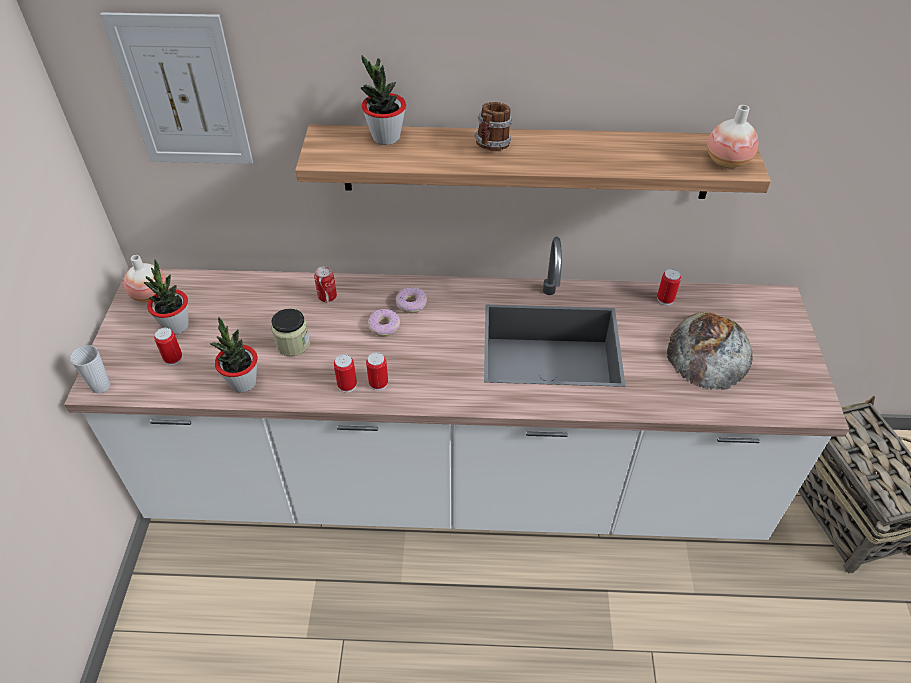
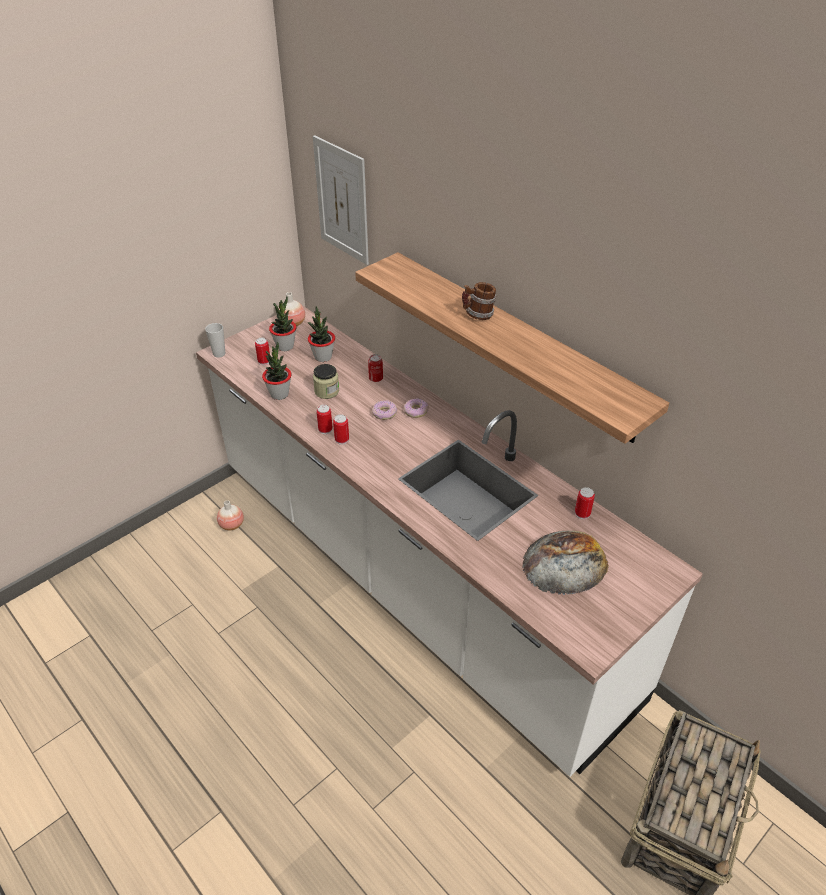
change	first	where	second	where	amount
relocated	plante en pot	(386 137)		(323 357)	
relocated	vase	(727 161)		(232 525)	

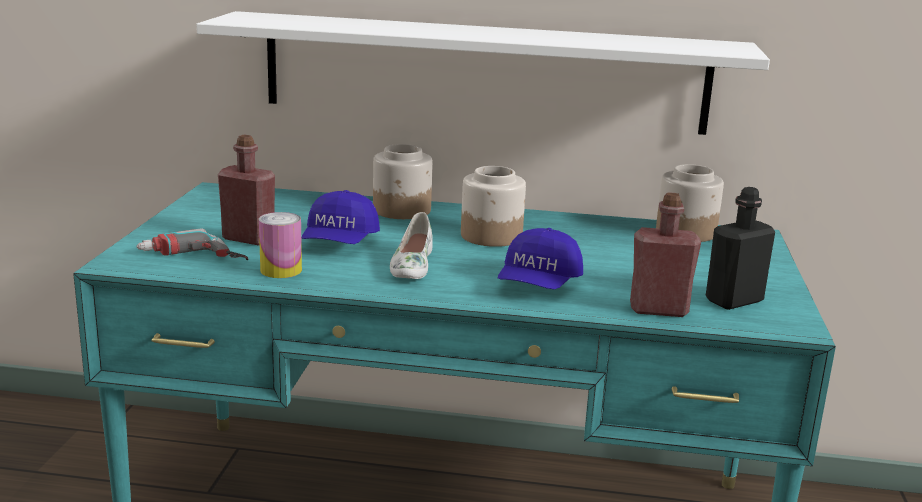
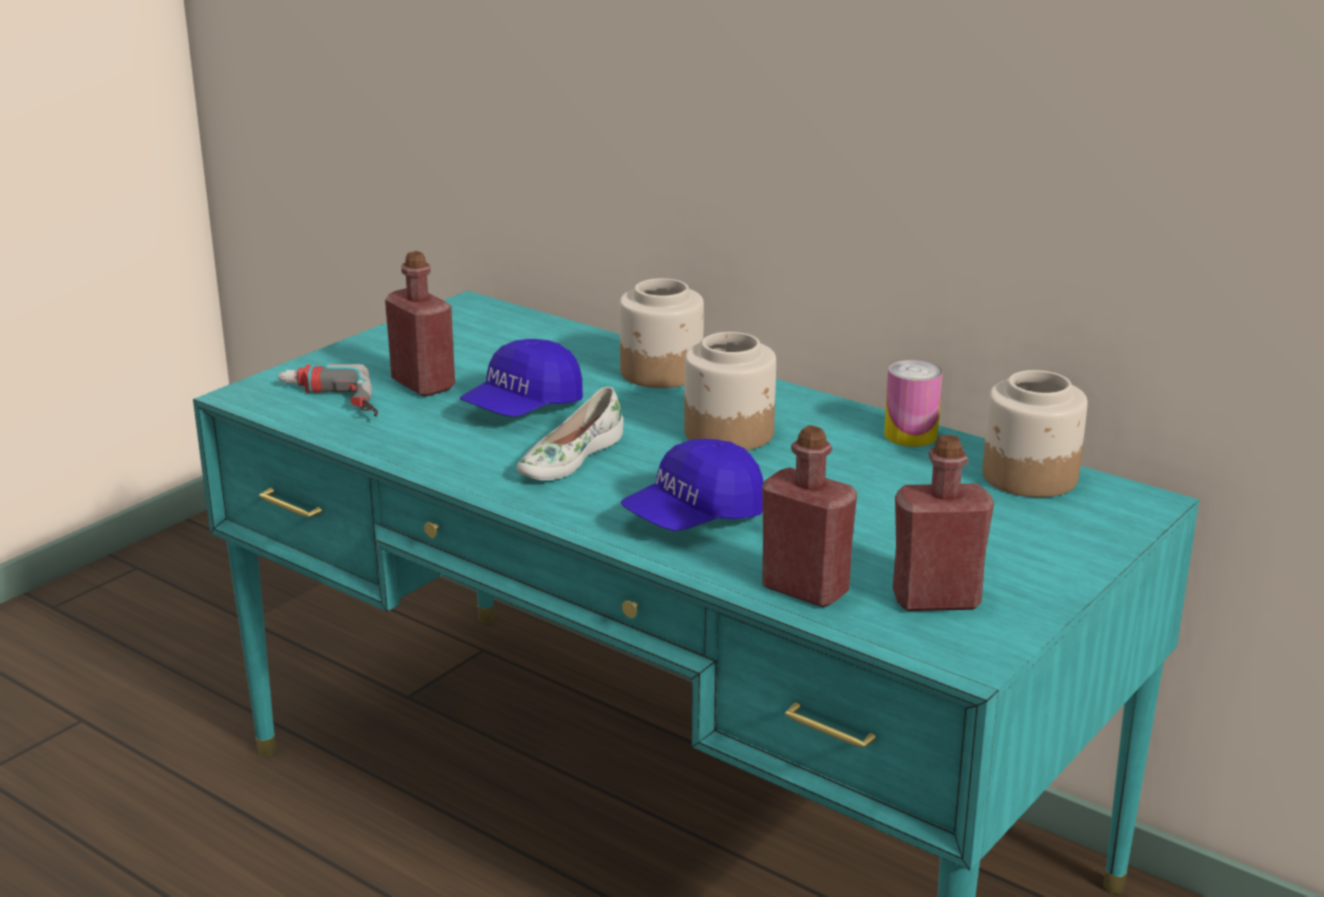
change	first	where	second	where	amount
missing	étagère [blanc]	(484 72)			
colour	bouteille [noir]	(734 301)	bouteille [rouge]	(936 600)	
relocated	boîte métallique	(281 270)		(910 435)	

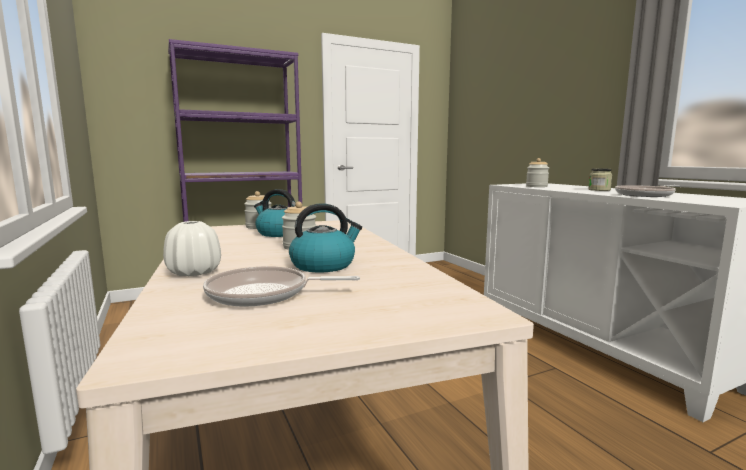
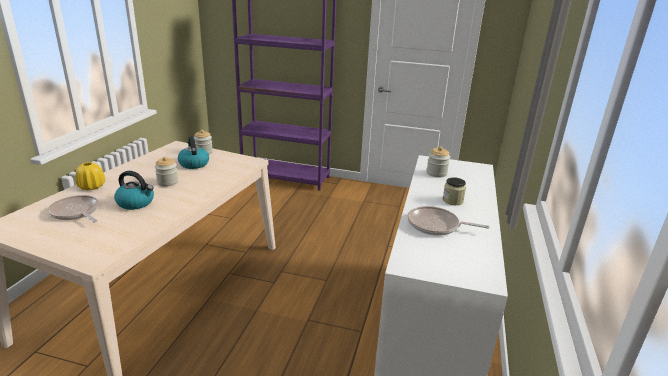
change	first	where	second	where	amount
colour	vase [blanc]	(194 272)	vase [jaune]	(92 187)	

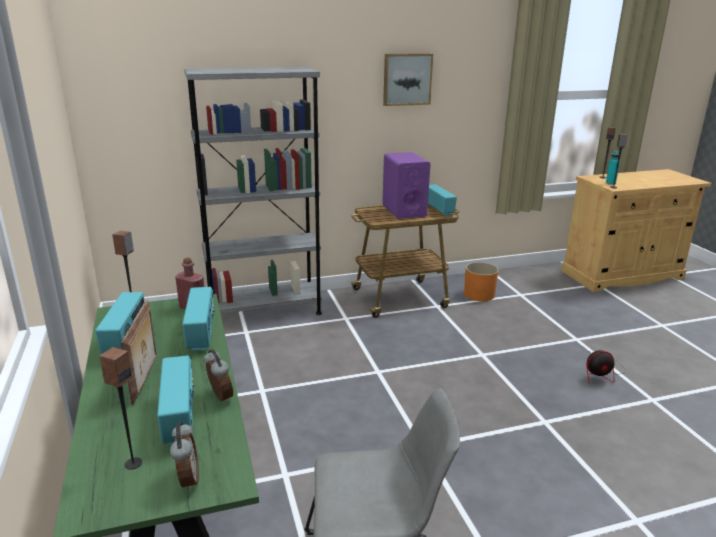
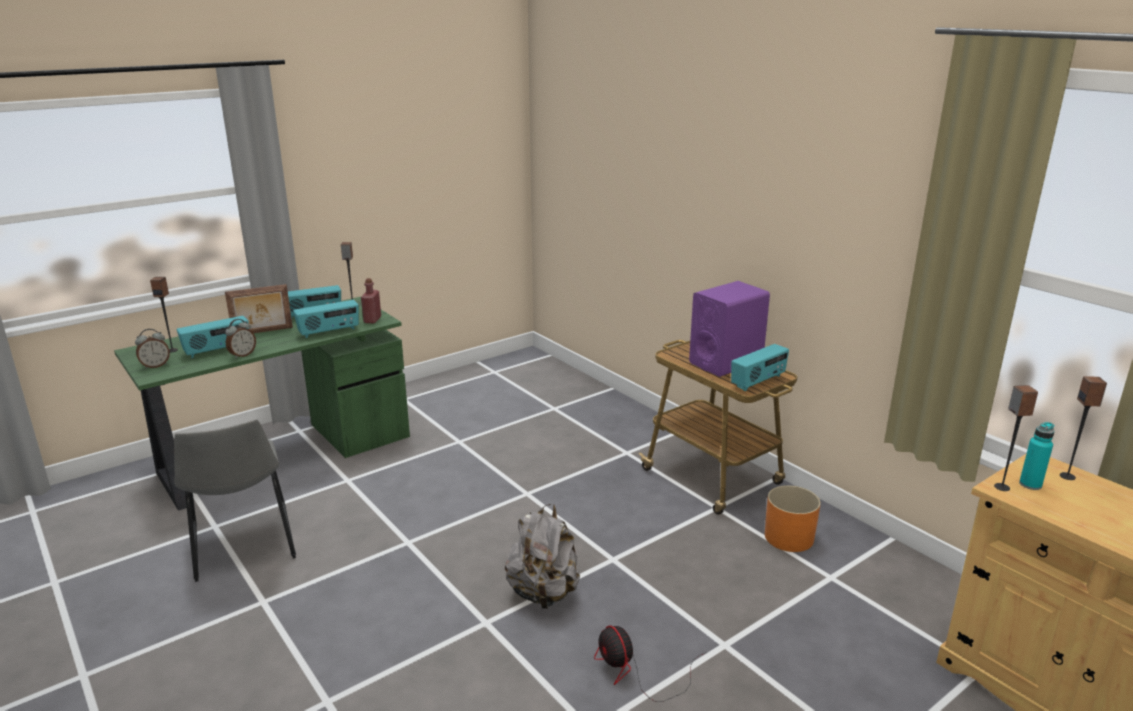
change	first	where	second	where	amount
missing	tableau	(407 79)			
missing	bibliothèque [gris]	(264 310)			
appeared			sac à dos [gris]	(544 593)	

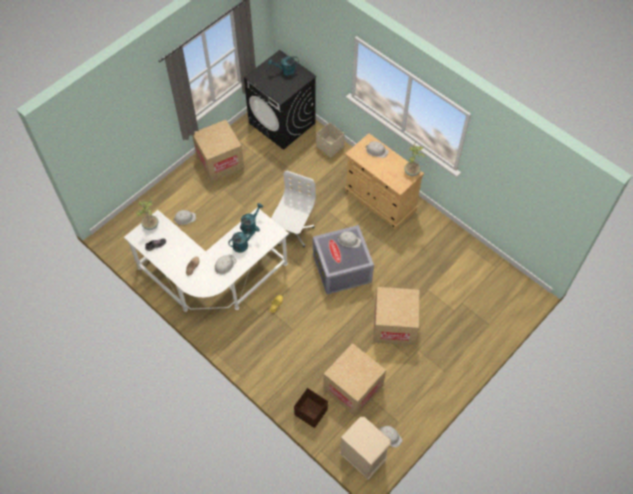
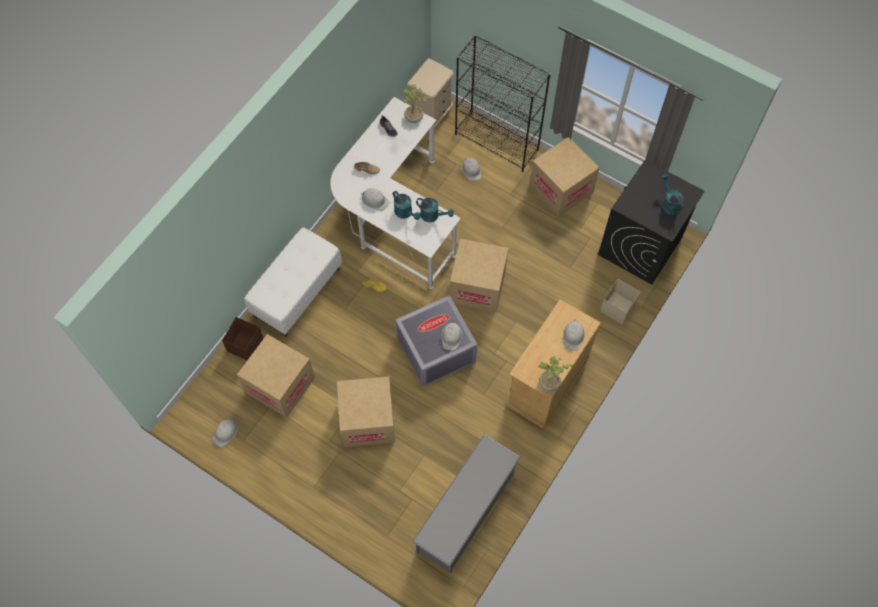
change	first	where	second	where	amount
exchanged	chaise de bureau [blanc]	(292 231)	carton	(477 286)	
relocated	table de chevet [beige]	(363 457)		(431 114)	
appeared			bibliothèque [noir]	(497 142)	
appeared			banc [blanc]	(297 292)	
appeared			étagère à chaussures [gris]	(466 513)	

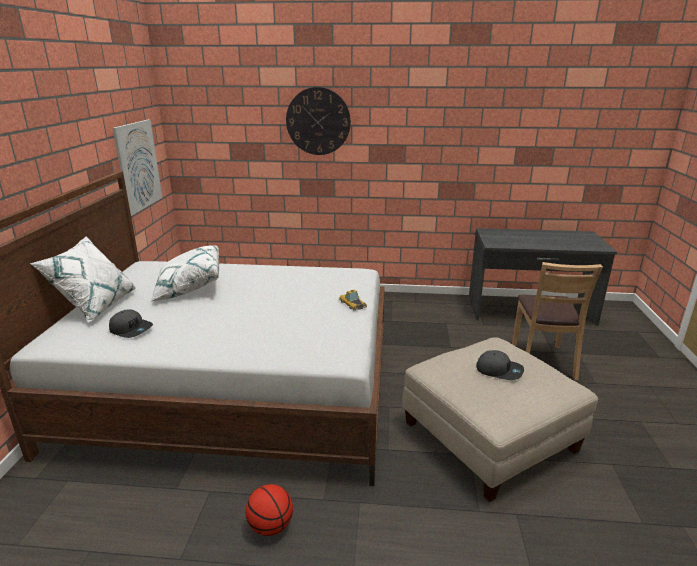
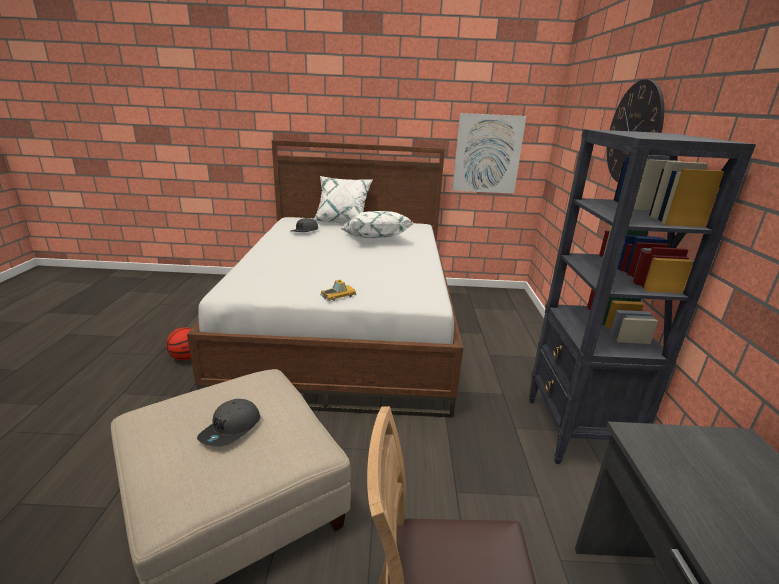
change	first	where	second	where	amount
appeared			bibliothèque [noir]	(576 431)	

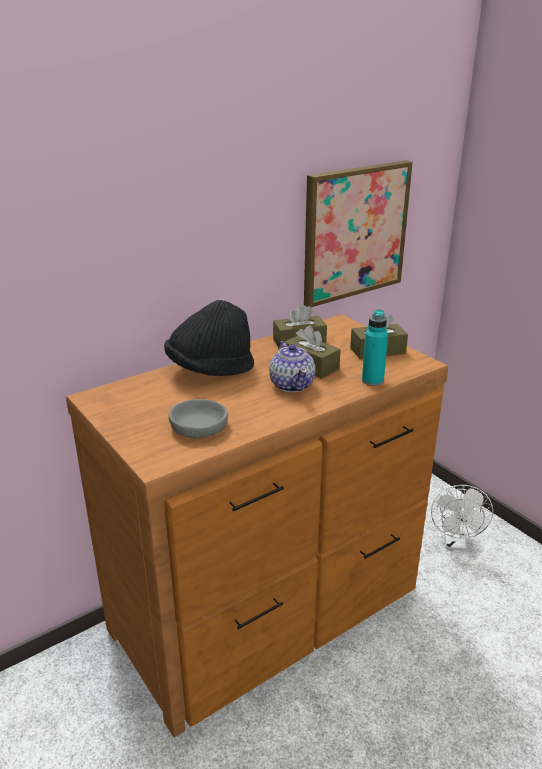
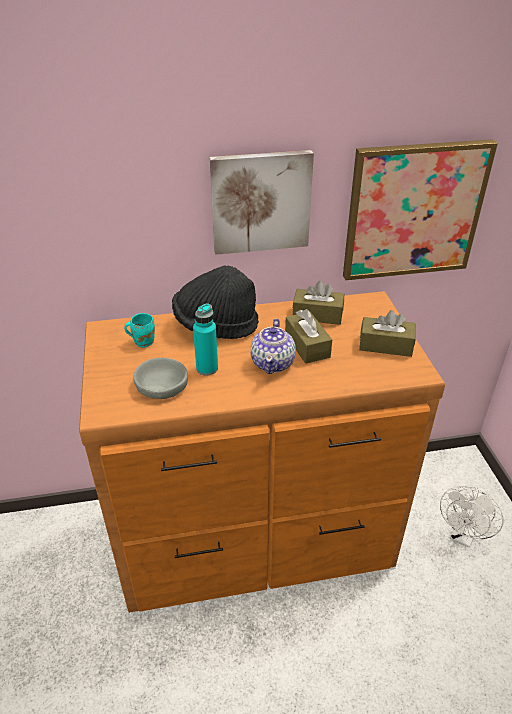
change	first	where	second	where	amount
relocated	bouteille [turquoise]	(372 380)		(207 368)	
appeared			tableau	(260 202)	
appeared			mug [turquoise]	(143 341)	

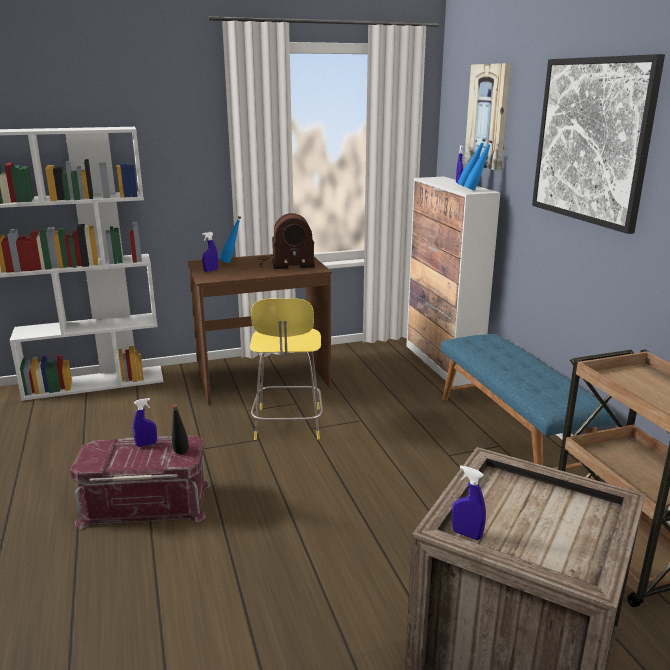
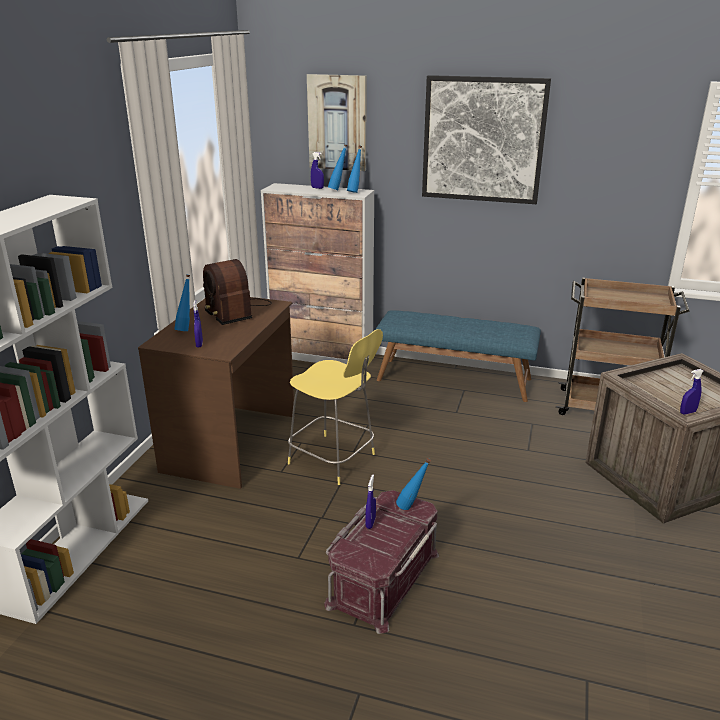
change	first	where	second	where	amount
spun	radio	(285 263)		(235 310)	120 degrees clockwise
colour	bouteille [noir]	(181 455)	bouteille [bleu]	(412 508)	

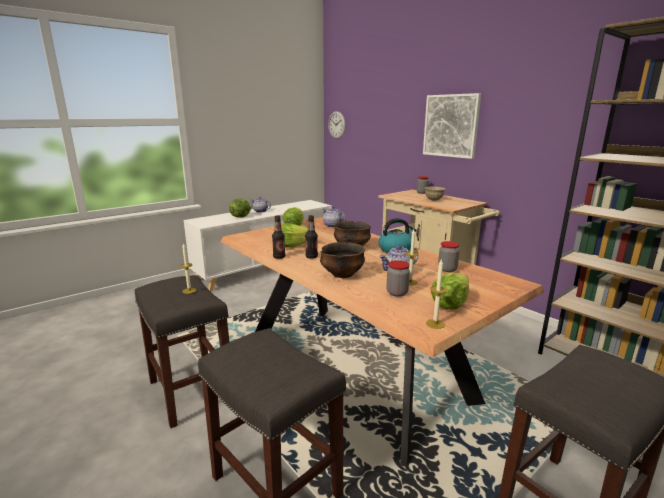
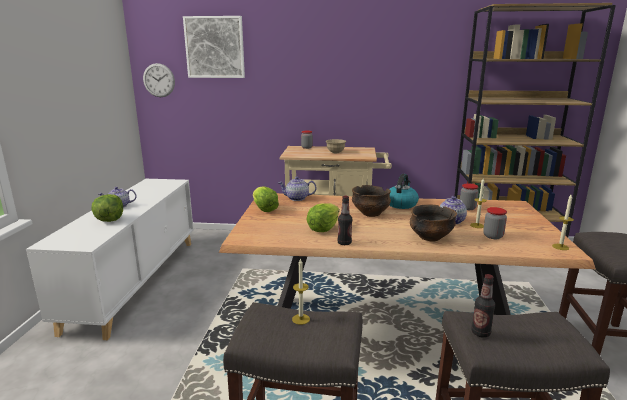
change	first	where	second	where	amount
relocated	tableau	(451 126)		(215 47)	
relocated	bouteille	(311 257)		(480 333)	
missing	laitue	(450 304)			

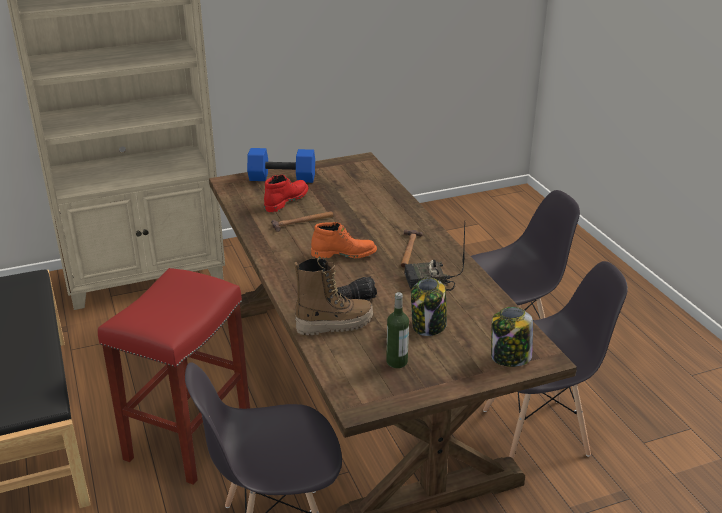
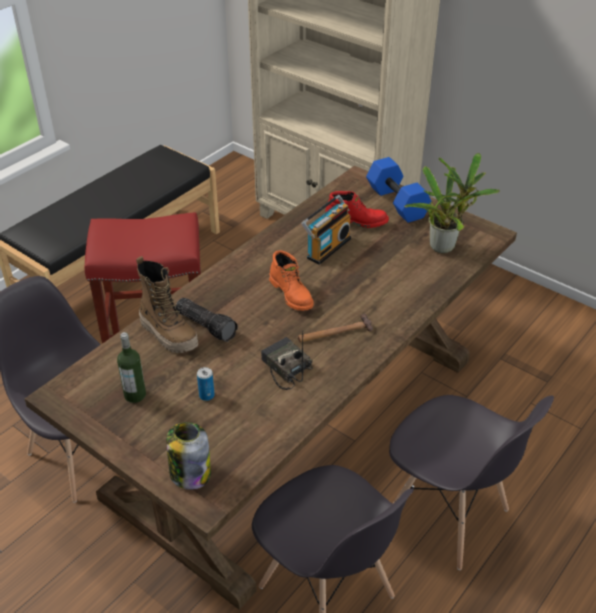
change	first	where	second	where	amount
exchanged	marteau	(303 222)	radio	(326 247)	
exchanged	bocal	(428 326)	boîte métallique	(206 395)	
appeared			plante en pot	(445 246)	

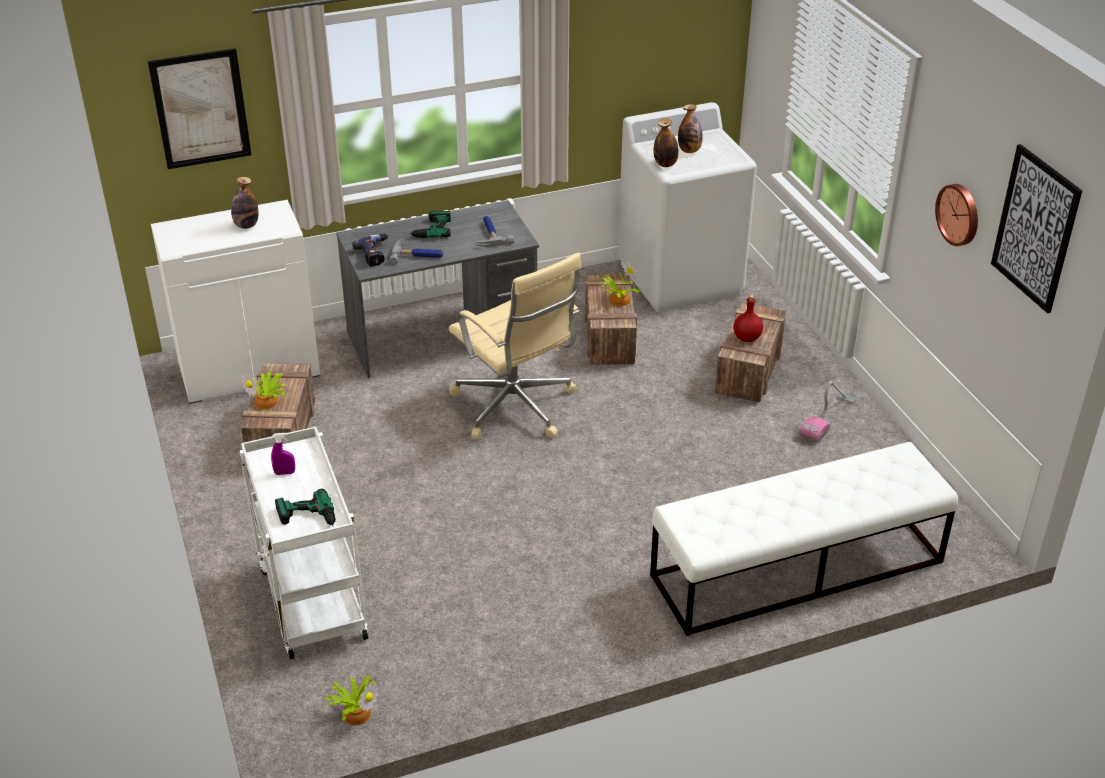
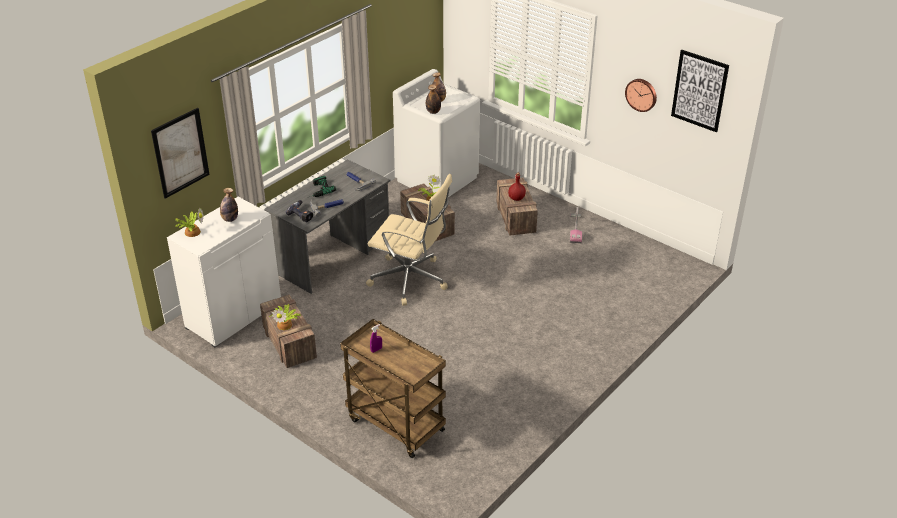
change	first	where	second	where	amount
colour	chariot [blanc]	(310 601)	chariot [marron]	(394 424)	
missing	banc [blanc]	(796 569)			
missing	perceuse	(309 520)			
relocated	plante en pot	(356 712)		(192 232)	

